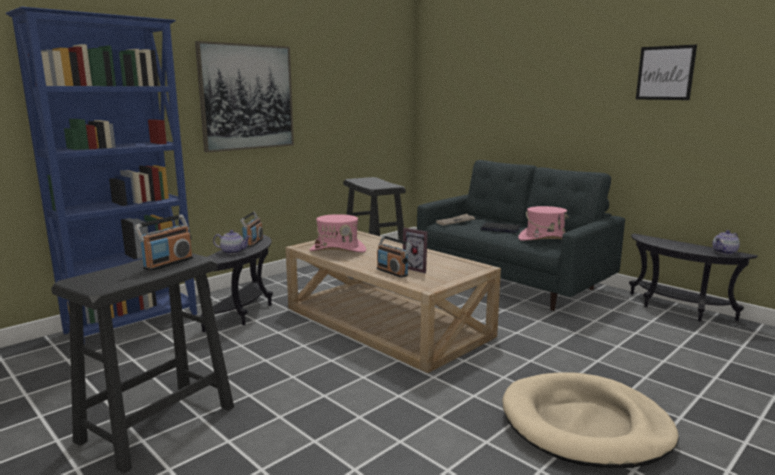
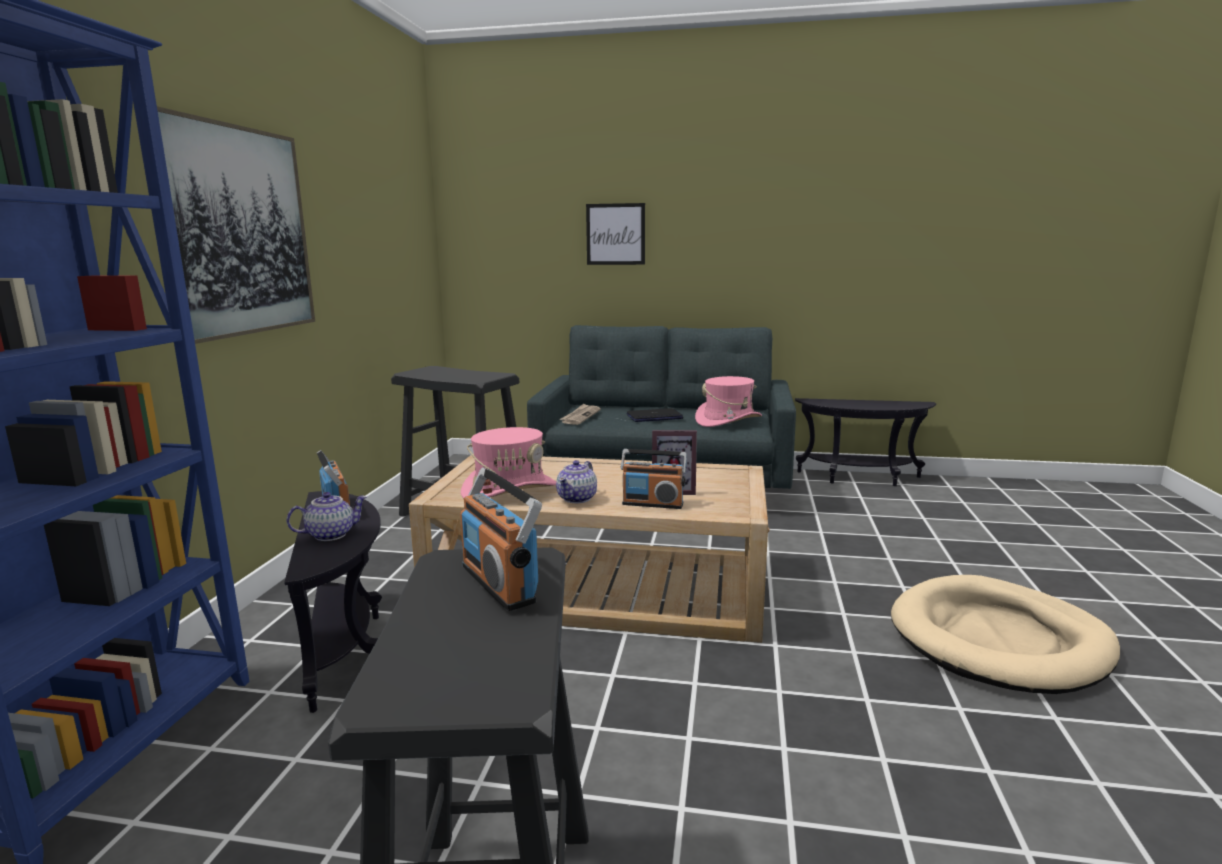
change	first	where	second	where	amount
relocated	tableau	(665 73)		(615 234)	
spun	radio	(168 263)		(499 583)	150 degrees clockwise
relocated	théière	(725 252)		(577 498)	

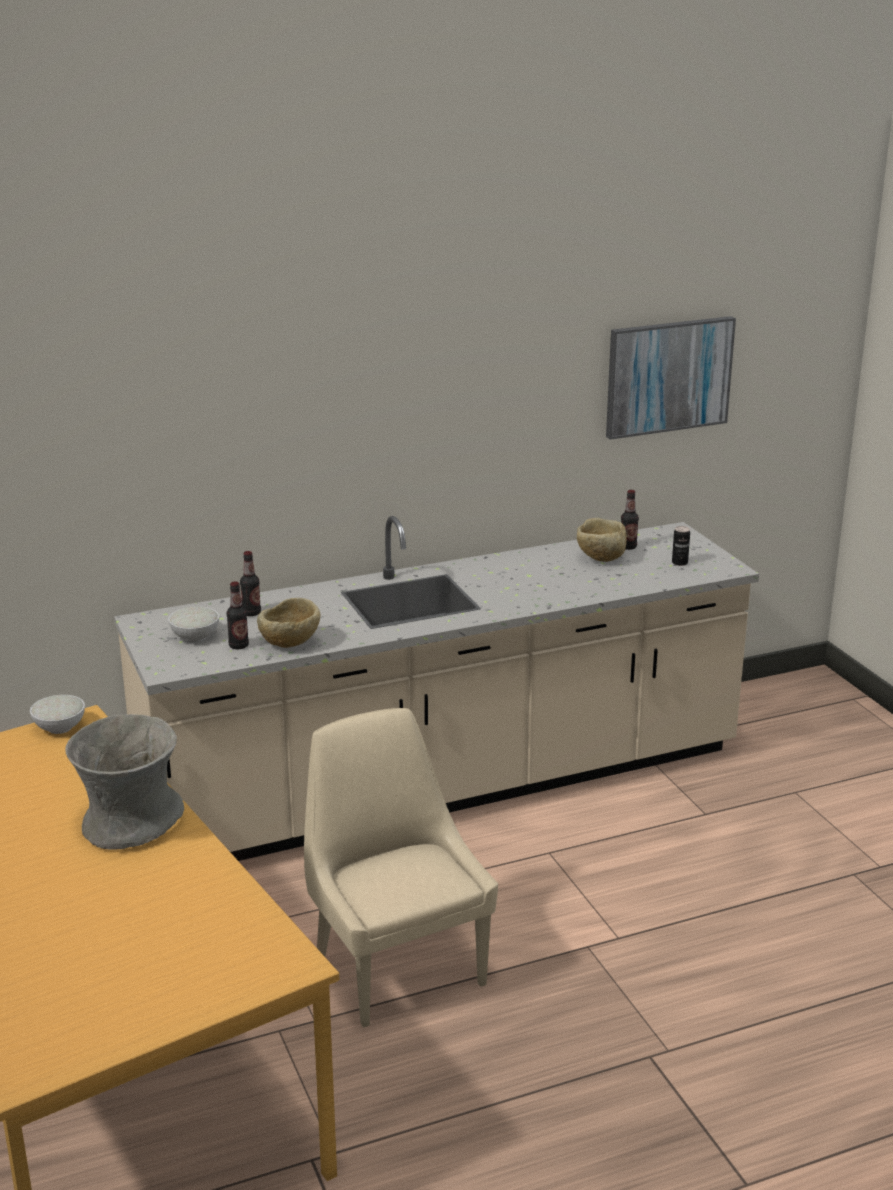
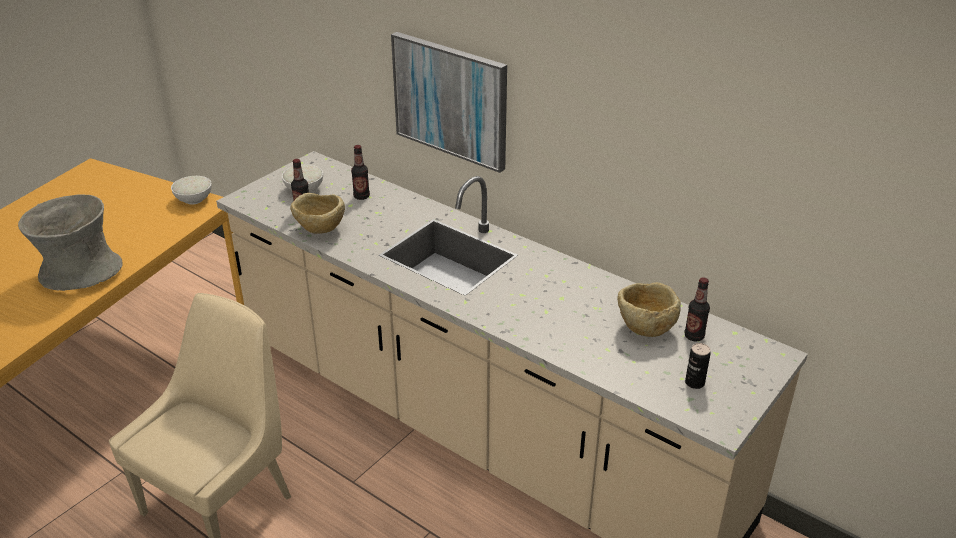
change	first	where	second	where	amount
relocated	tableau	(668 376)		(451 100)	

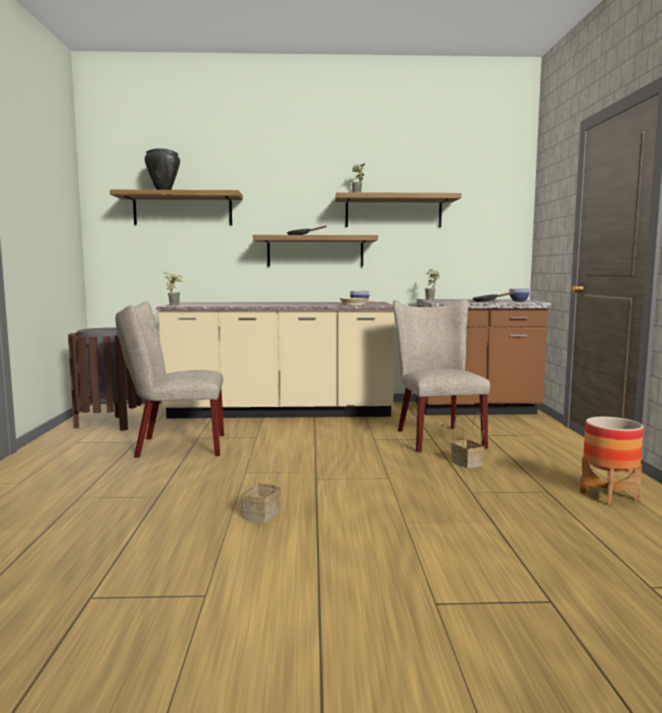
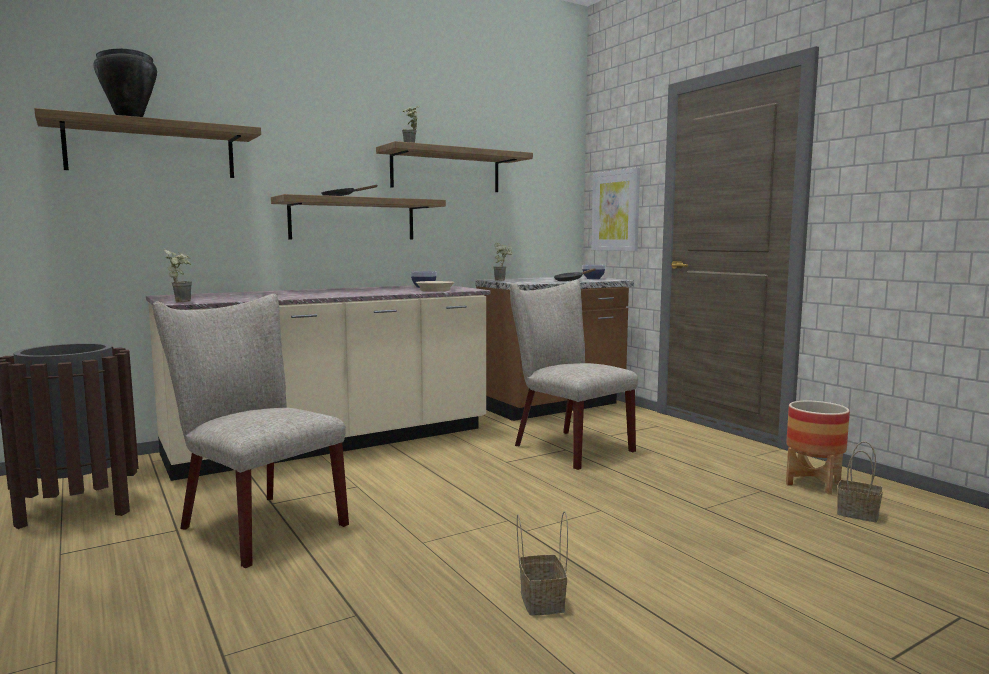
change	first	where	second	where	amount
spun	chaise [beige]	(174 446)		(255 524)	75 degrees clockwise
relocated	panier	(467 463)		(859 514)	
appeared			tableau	(616 211)	

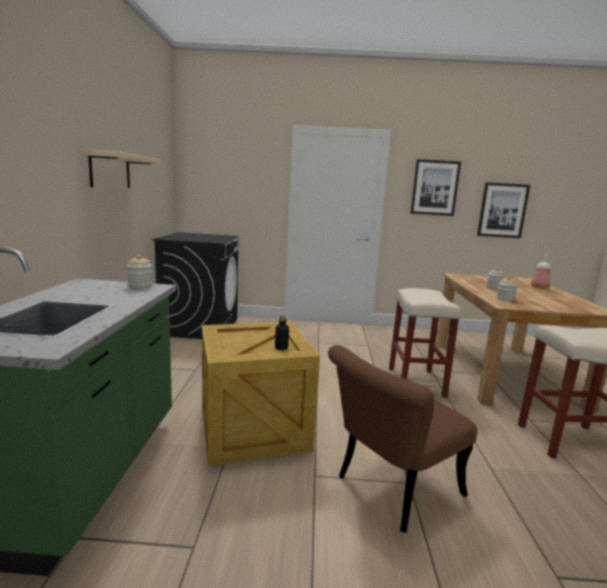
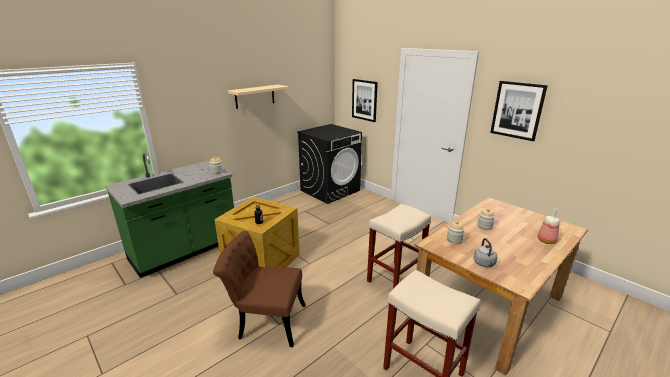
change	first	where	second	where	amount
relocated	tableau	(502 210)		(364 100)	
appeared			bouilloire [gris]	(484 264)	

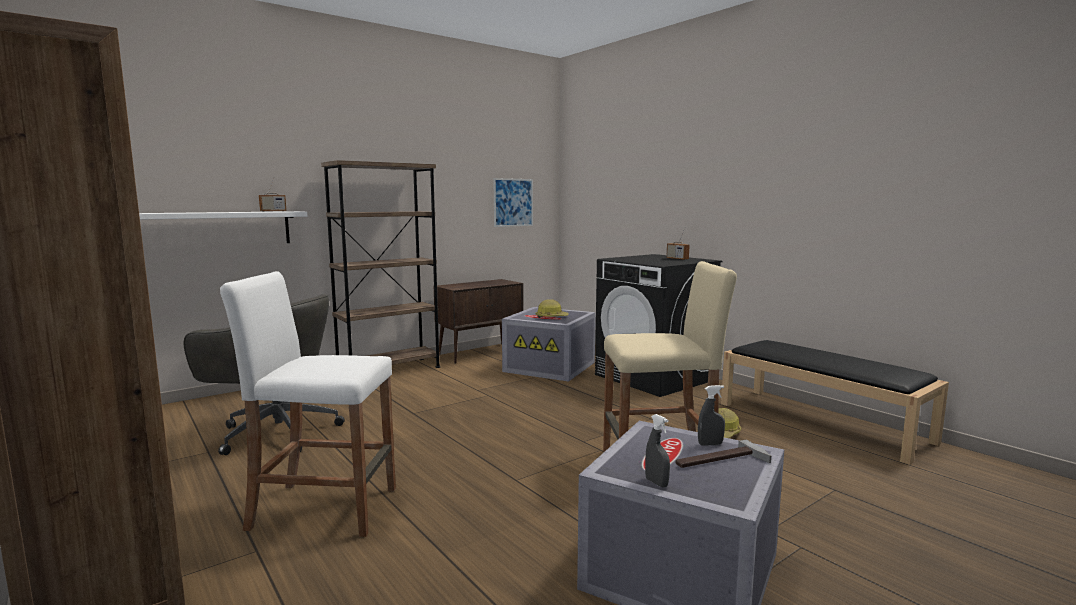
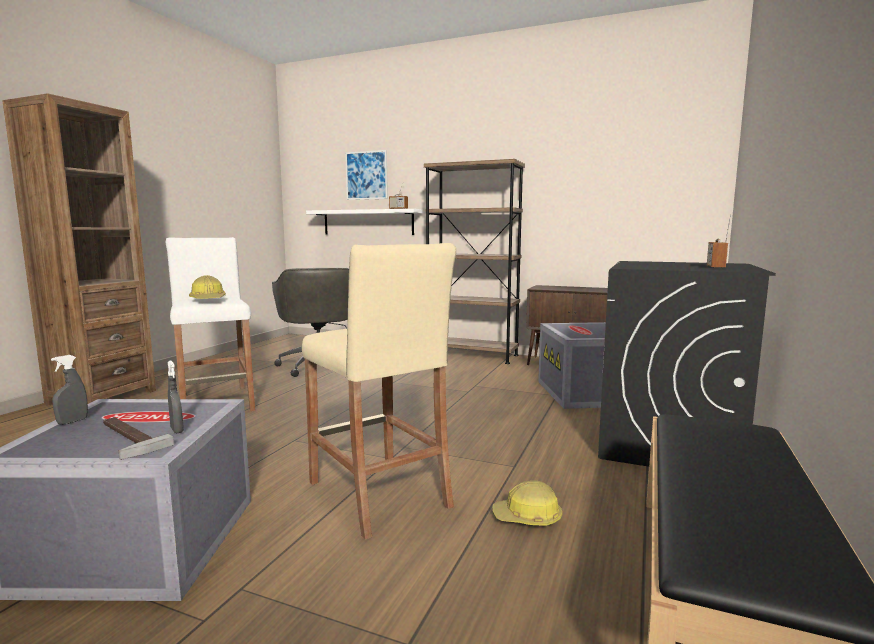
change	first	where	second	where	amount
relocated	tableau	(513 202)		(366 175)	
relocated	casque de chantier	(551 317)		(208 300)	

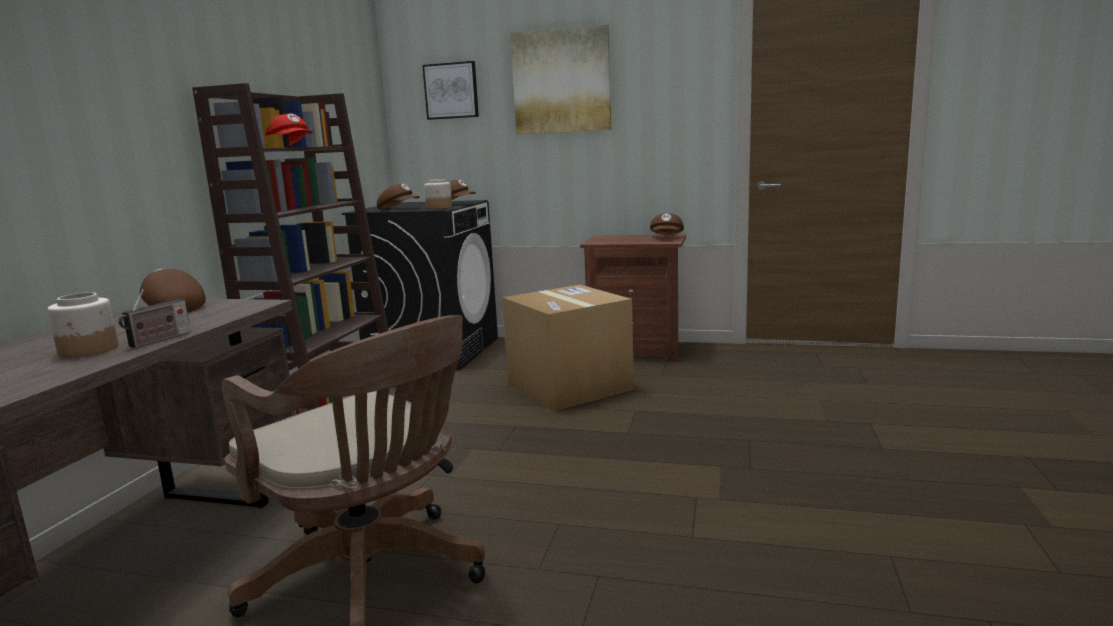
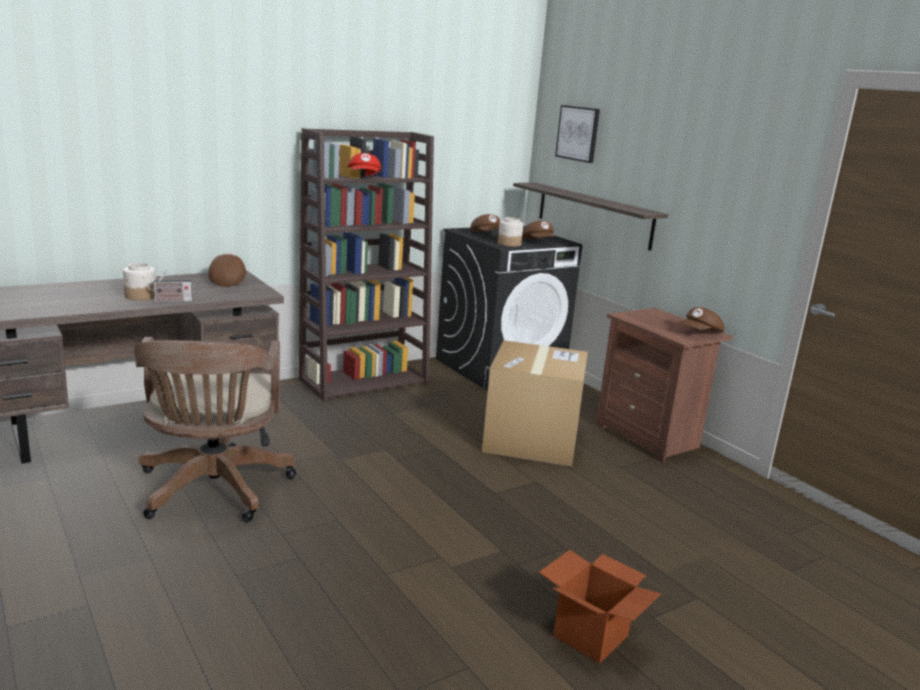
change	first	where	second	where	amount
missing	tableau	(561 81)			
appeared			étagère	(593 215)	
appeared			carton	(591 636)	

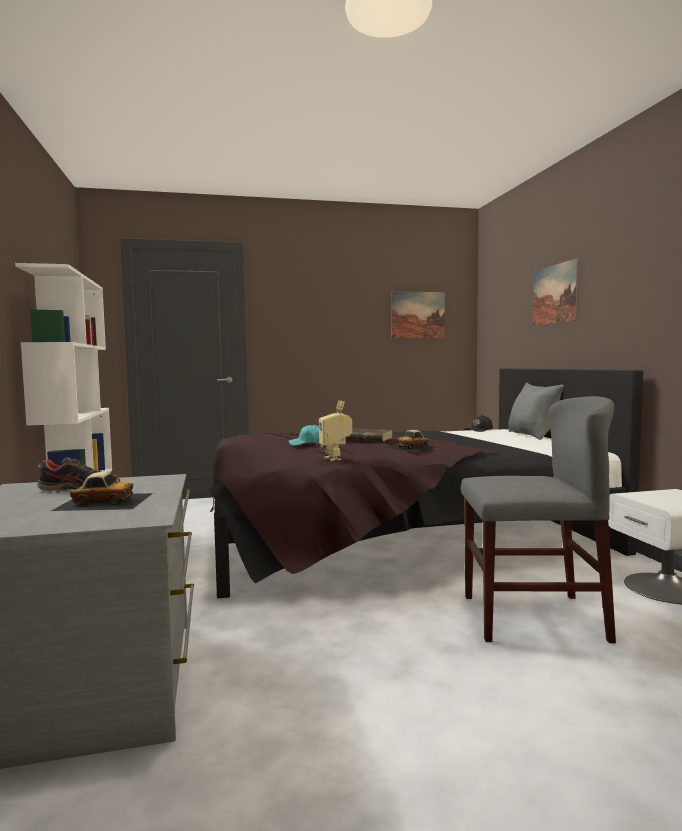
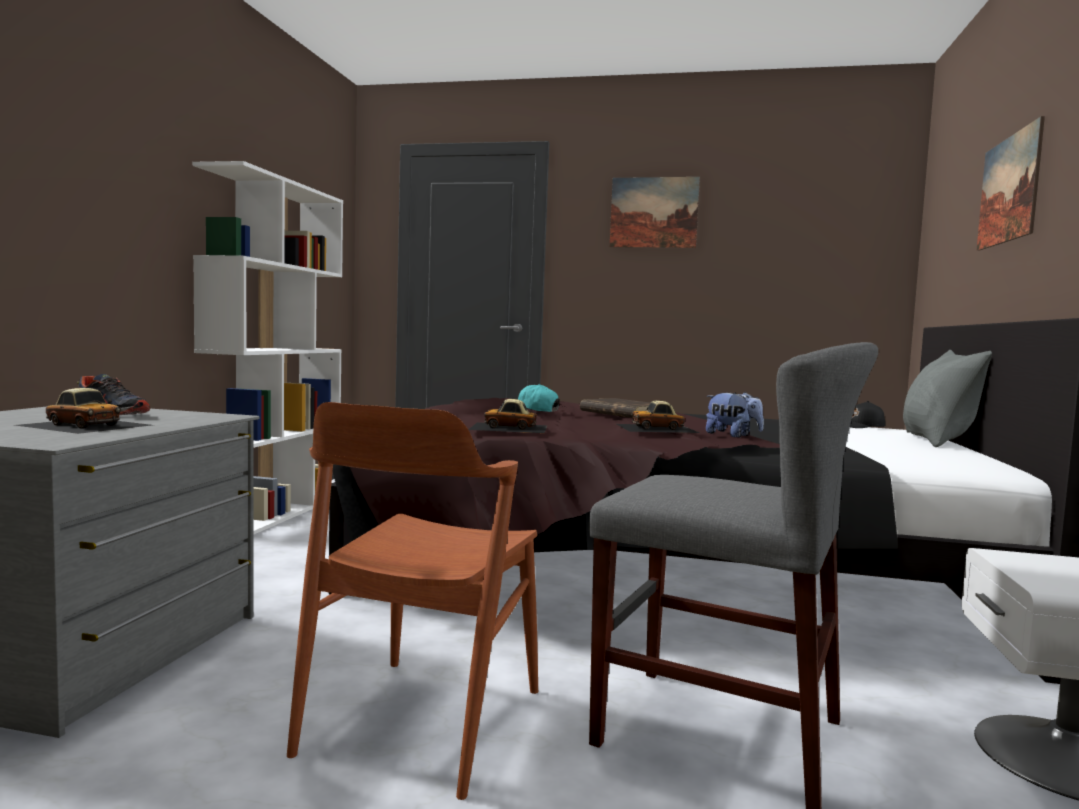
change	first	where	second	where	amount
relocated	tableau	(418 314)		(654 212)	
exchanged	robot jouet	(336 458)	petite voiture	(509 427)	
appeared			peluche	(732 436)	
appeared			chaise [marron]	(422 721)	

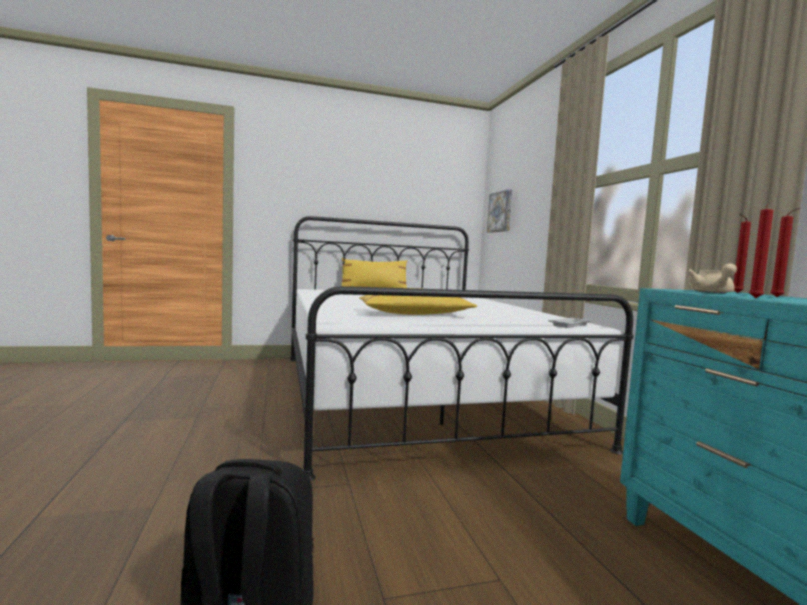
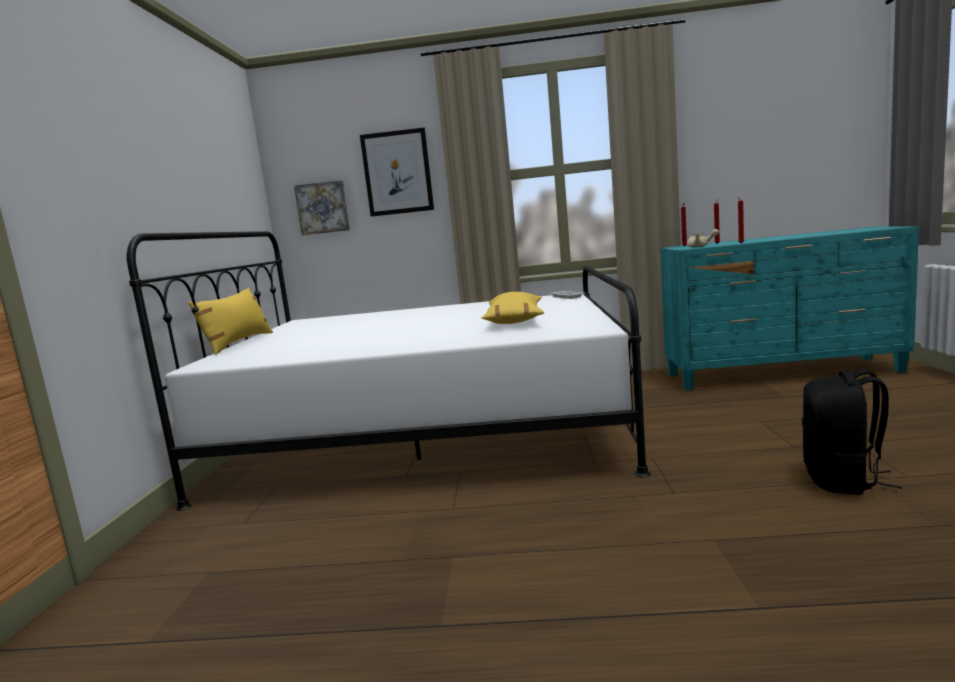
change	first	where	second	where	amount
appeared			tableau	(397 173)	

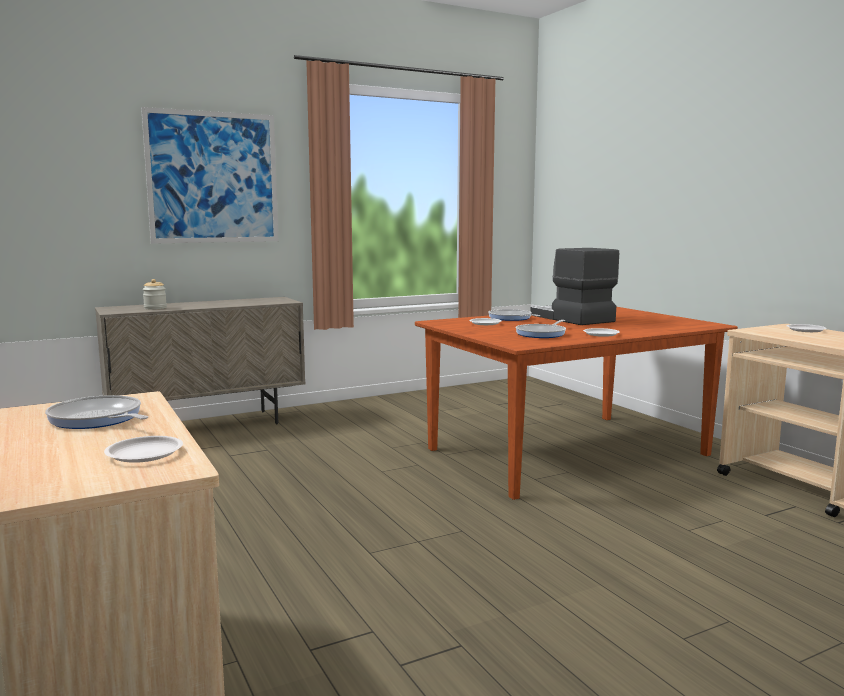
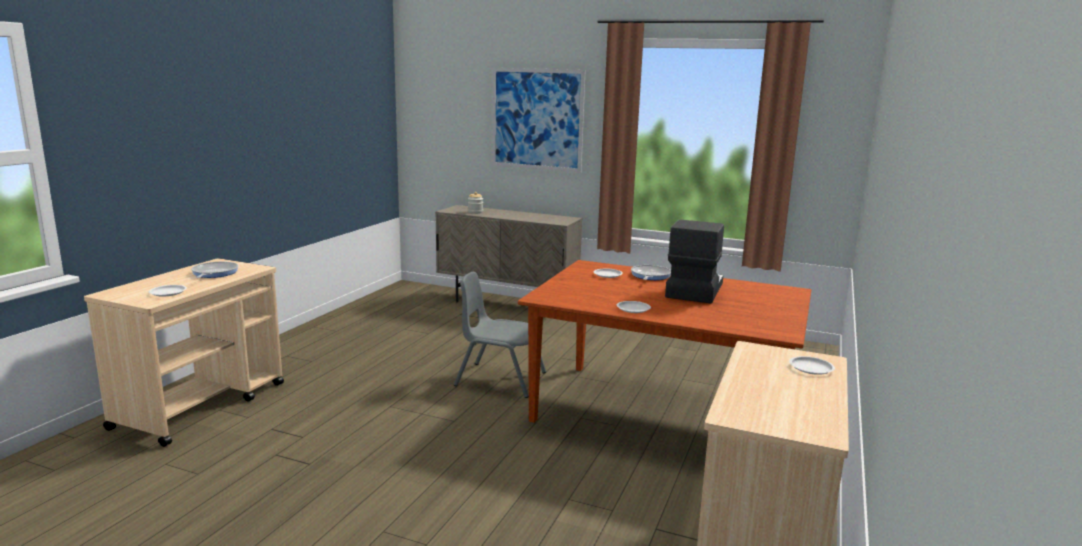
change	first	where	second	where	amount
missing	poêle	(542 334)			
appeared			chaise [gris]	(500 379)	

